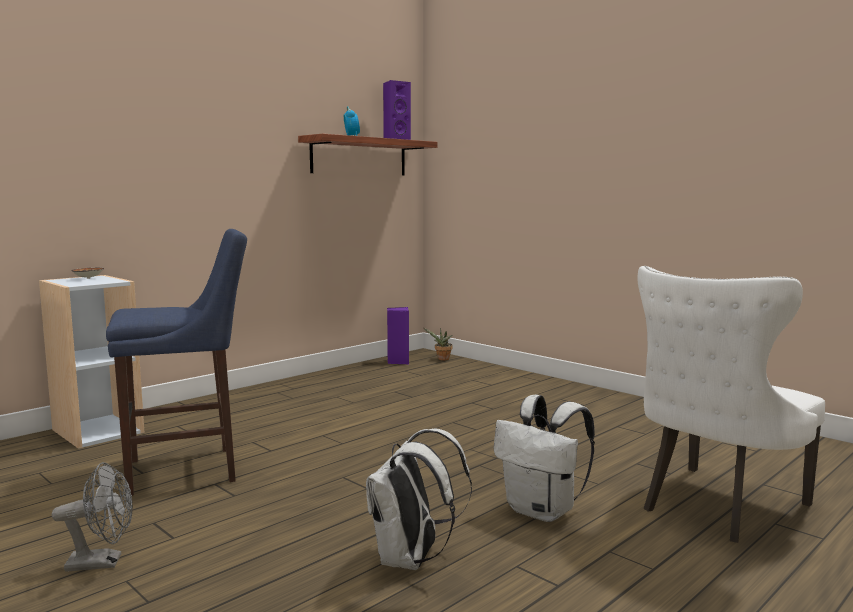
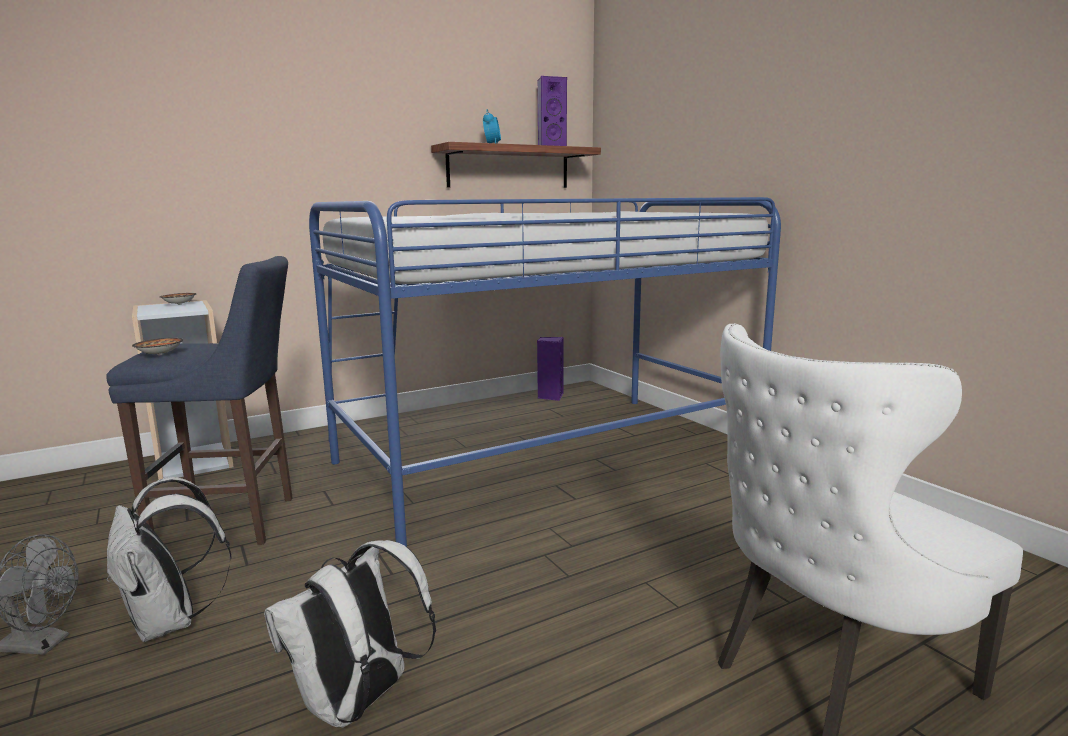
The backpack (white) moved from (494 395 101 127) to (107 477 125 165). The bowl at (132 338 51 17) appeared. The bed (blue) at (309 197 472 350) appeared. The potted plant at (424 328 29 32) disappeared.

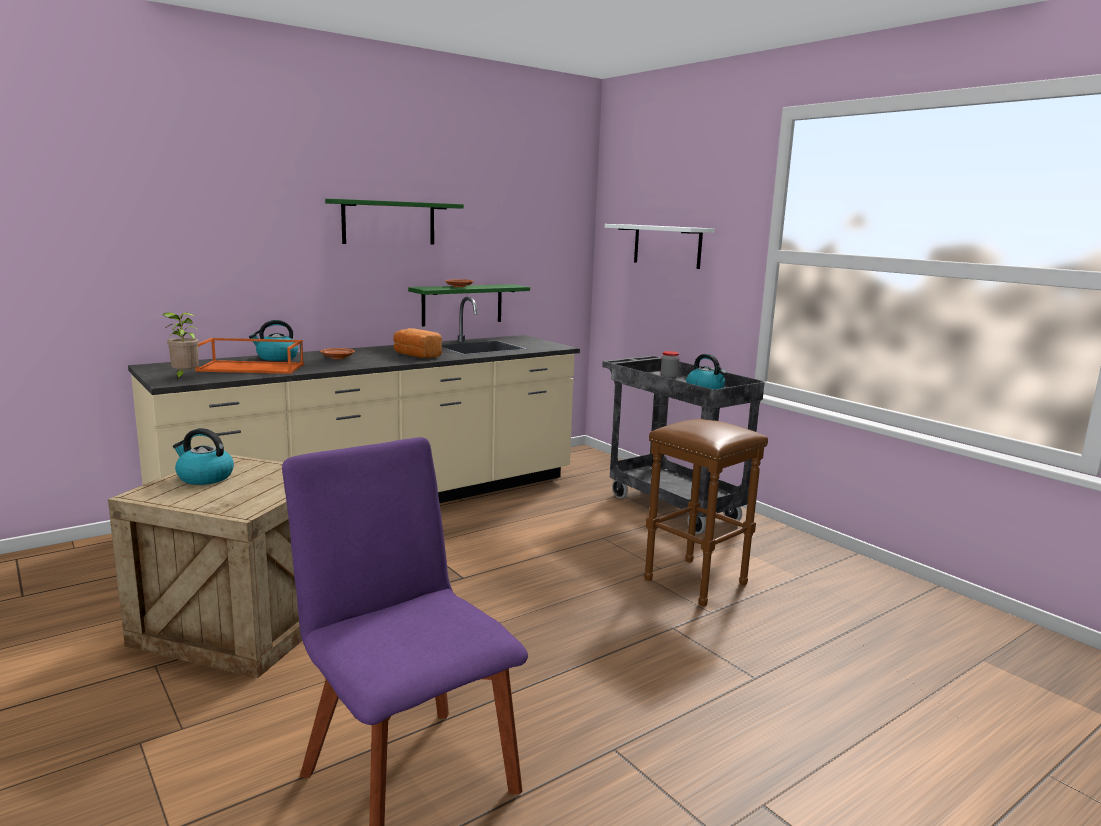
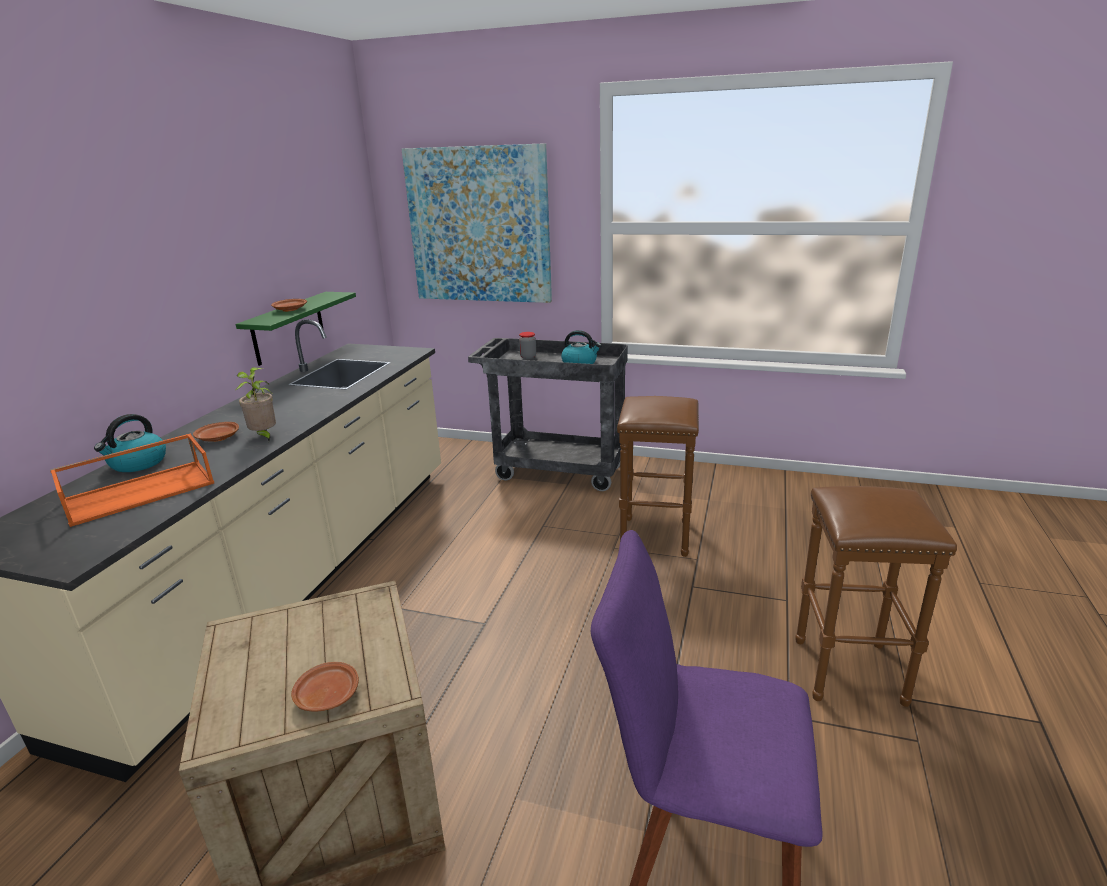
The potted plant moved from (163 312 36 68) to (236 367 40 74). The plate (brown) at (291 662 68 50) appeared. The shelf (white) at (605 224 109 45) was replaced by the picture at (402 143 150 160). The stool (brown) at (795 486 162 221) appeared. The kettle at (173 428 61 57) disappeared. The shelf (green) at (325 199 139 46) disappeared. The bread at (393 328 49 30) disappeared.

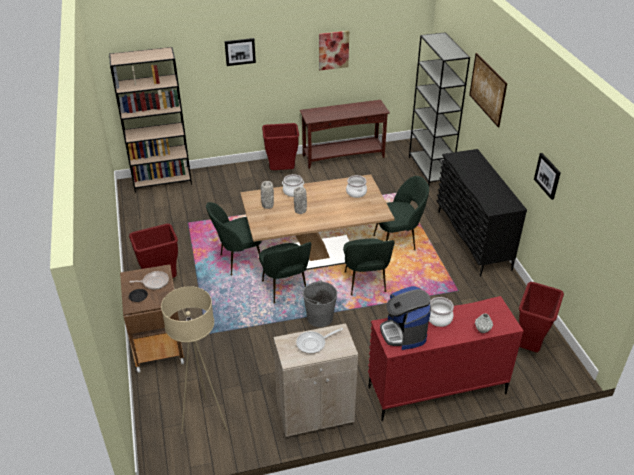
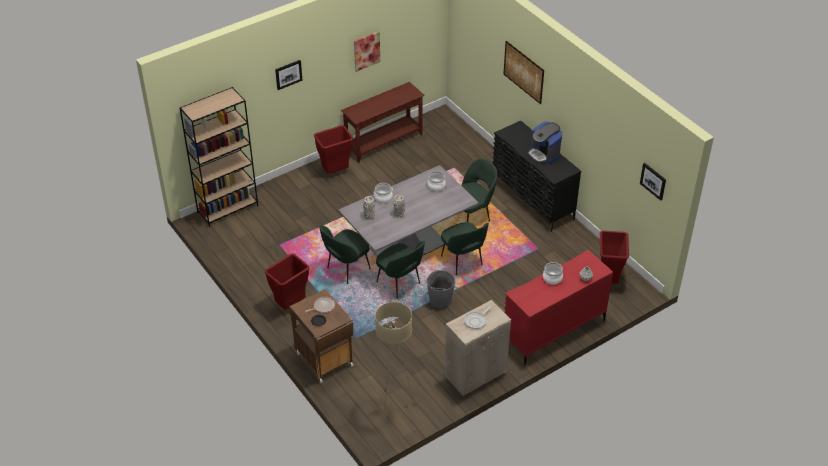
The dining table (brown) at (240 174 155 96) became the dining table (grey) at (338 165 141 91). The coffee machine moved from (380 286 51 64) to (528 122 34 42). The picture moved from (534 153 27 47) to (640 163 26 38). The bookcase (grey) at (409 32 61 153) disappeared.

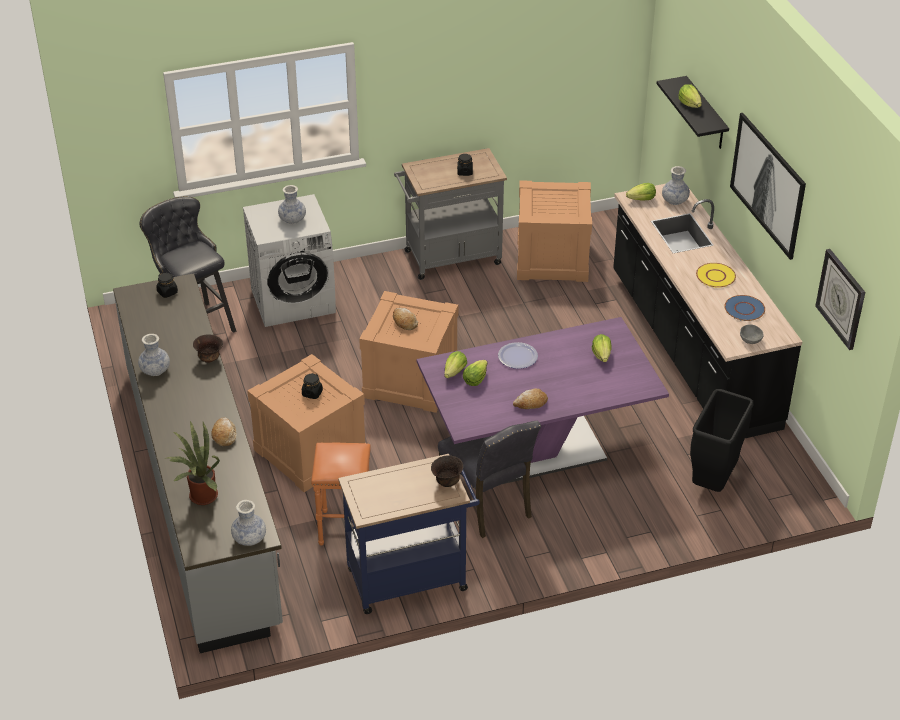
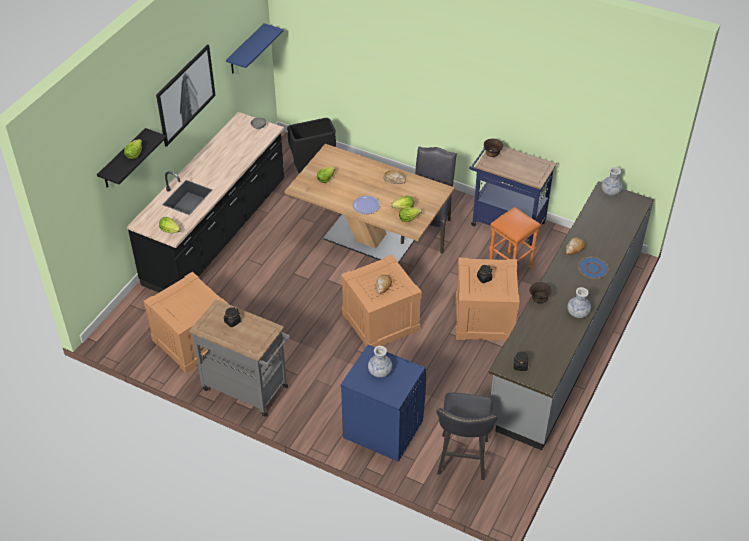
The wall clock at (815 249 50 101) was replaced by the shelf (blue) at (226 23 57 51). The dining table (purple) at (417 317 252 167) became the dining table (brown) at (284 144 171 119). The washing machine (white) at (243 194 93 133) became the washing machine (blue) at (341 345 85 117). The plate (blue) moved from (724 295 41 26) to (578 257 30 22). The potted plant at (167 421 53 84) disappeared. The vase at (662 166 28 39) disappeared. The plate (yellow) at (696 263 40 25) disappeared.

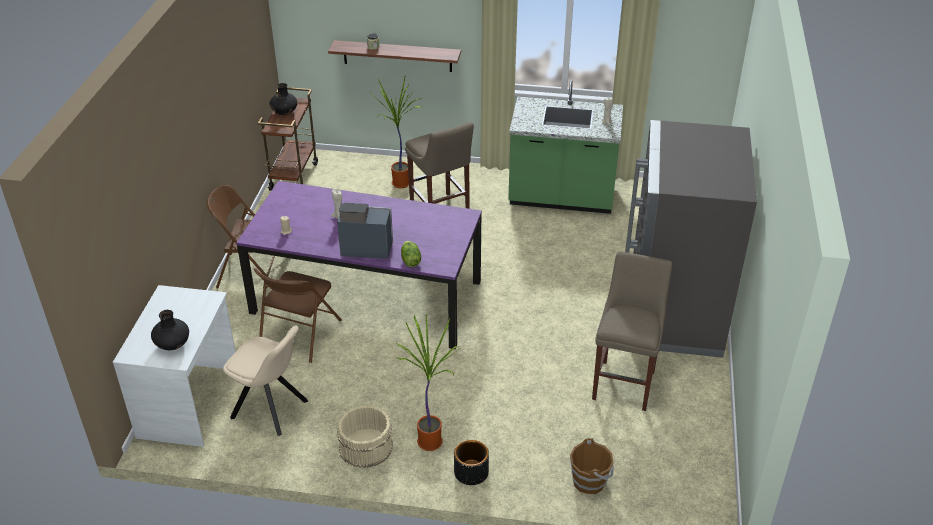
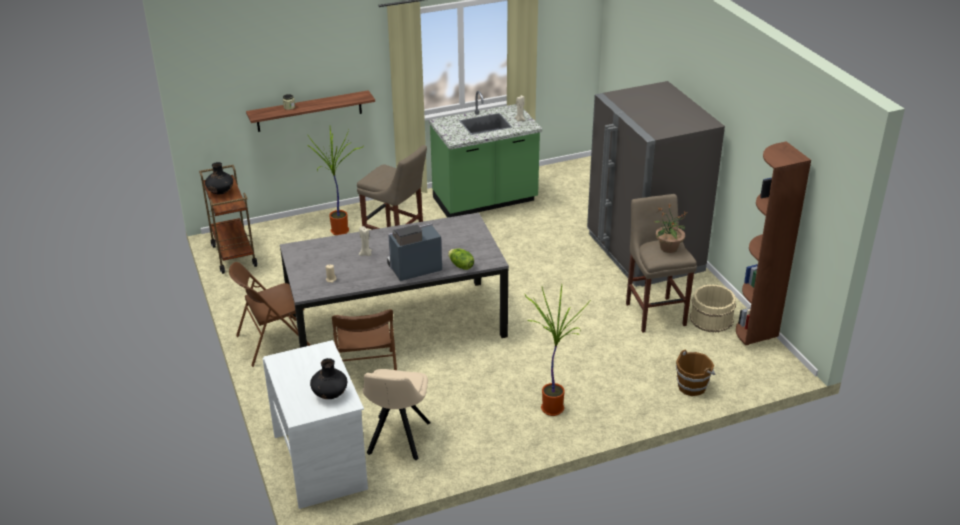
The dining table (purple) at (236 181 246 168) became the dining table (grey) at (280 213 229 135). The chair (beige) at (223 325 85 111) turned 105 degrees clockwise. The potted plant at (653 204 35 49) appeared. The bucket (beige) moved from (337 405 56 63) to (690 284 46 48). The bookcase (brown) at (736 141 75 204) appeared. The planter (black) at (454 440 35 45) disappeared.

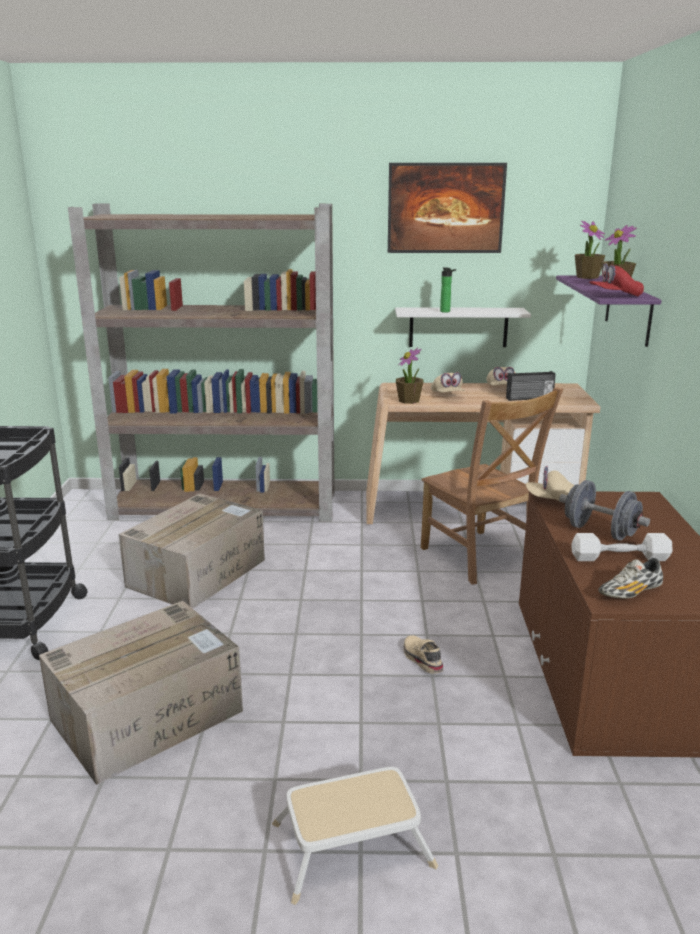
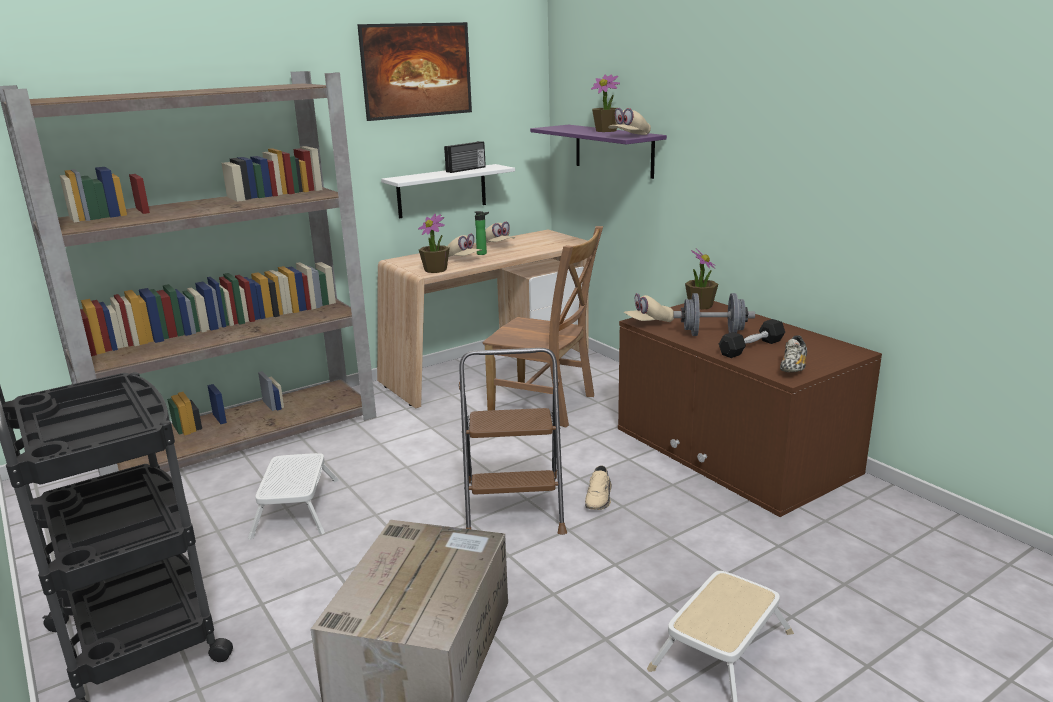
The cardboard box at (119 493 146 116) was replaced by the step ladder (white) at (248 453 91 87). The radio moved from (506 371 50 30) to (444 141 42 32). The step ladder (brown) at (459 348 108 187) appeared. The bottle moved from (440 267 16 46) to (475 211 14 44). The shoe (beige) at (403 635 40 38) turned 105 degrees counterclockwise. The cap (red) at (589 263 55 33) became the cap (beige) at (608 108 43 27). The potted plant moved from (575 221 30 58) to (685 248 33 62). The dumbbell (white) at (571 533 102 28) became the dumbbell (black) at (719 319 66 39).

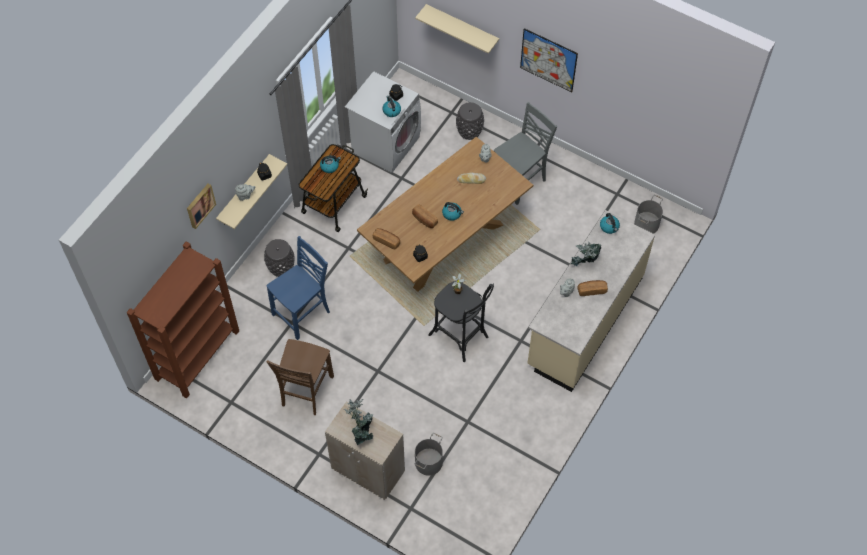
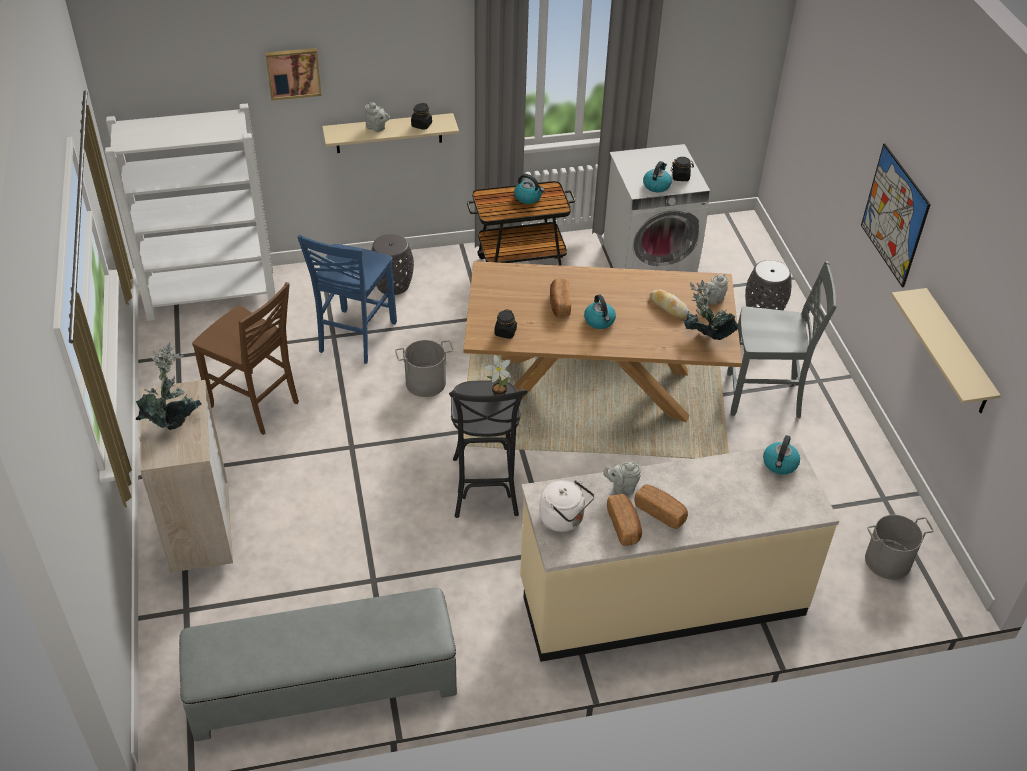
The bookcase (brown) at (127 241 112 157) became the bookcase (white) at (105 104 171 217). The bench (grey) at (179 588 278 153) appeared. The chair (brown) at (267 339 67 76) turned 120 degrees counterclockwise. The chair (blue) at (266 236 64 104) turned 105 degrees clockwise. The bucket (grey) moved from (415 433 28 43) to (395 340 59 57). The kettle (white) at (539 480 56 52) appeared. The bread moved from (373 228 27 22) to (607 494 35 52). The potted plant moved from (570 241 31 26) to (681 280 57 60). The shelf (beige) moved from (415 4 84 50) to (891 288 110 125).

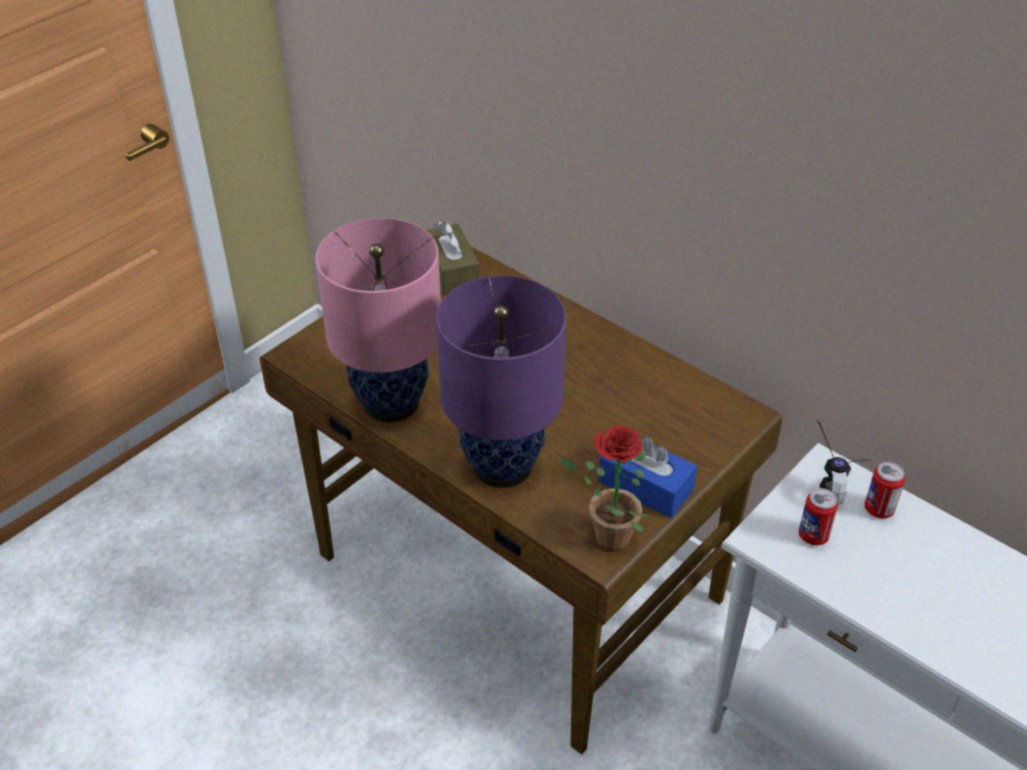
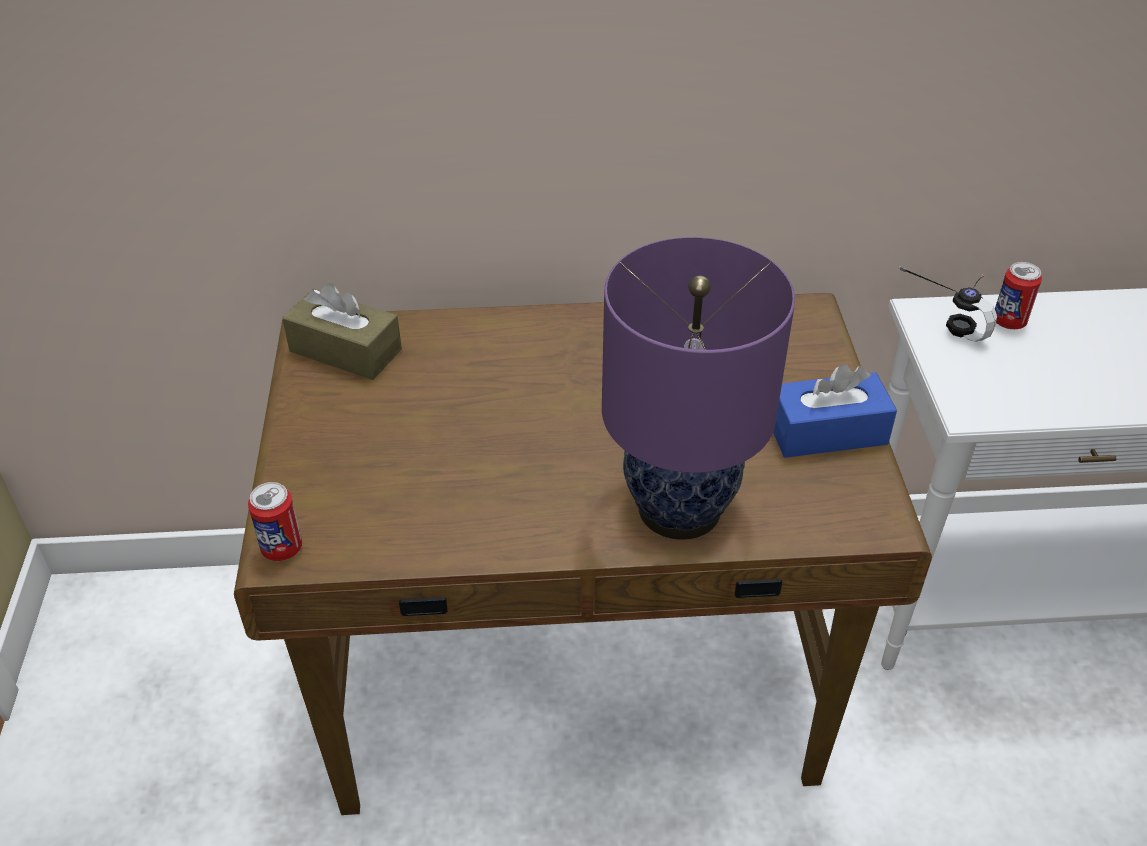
The can moved from (799 488 39 57) to (248 482 54 79). The table lamp (pink) at (315 218 126 204) disappeared. The potted plant at (558 425 89 127) disappeared.

